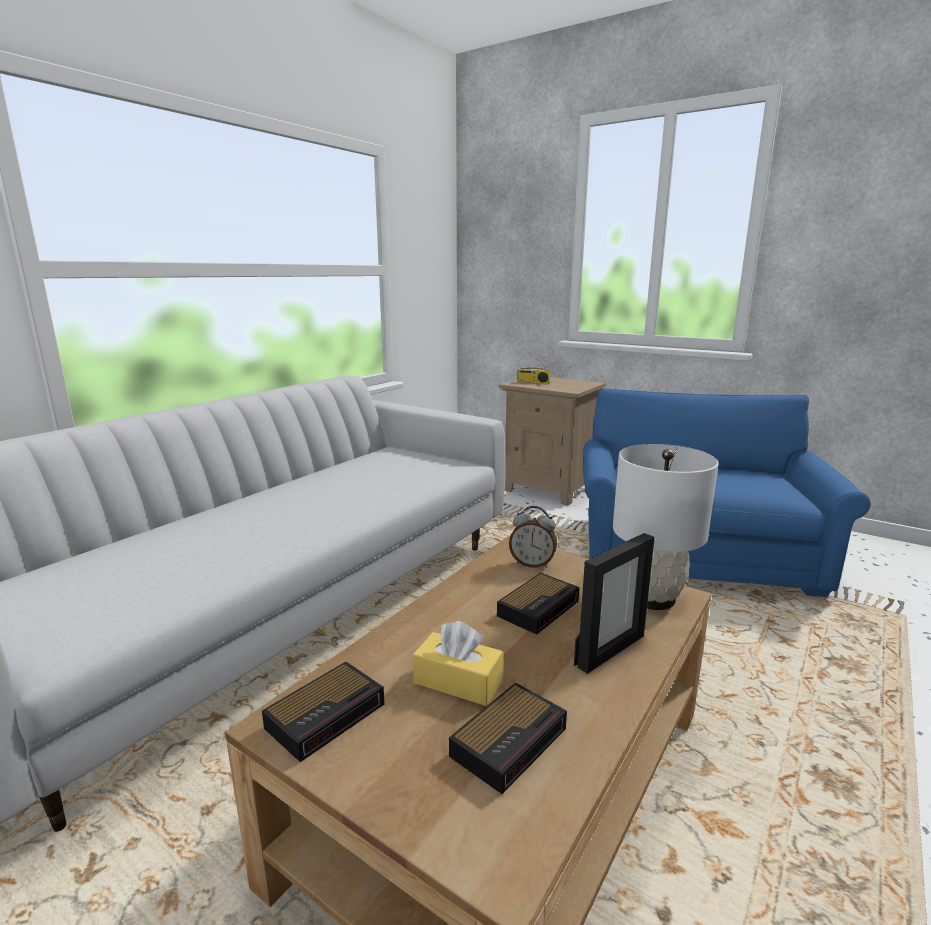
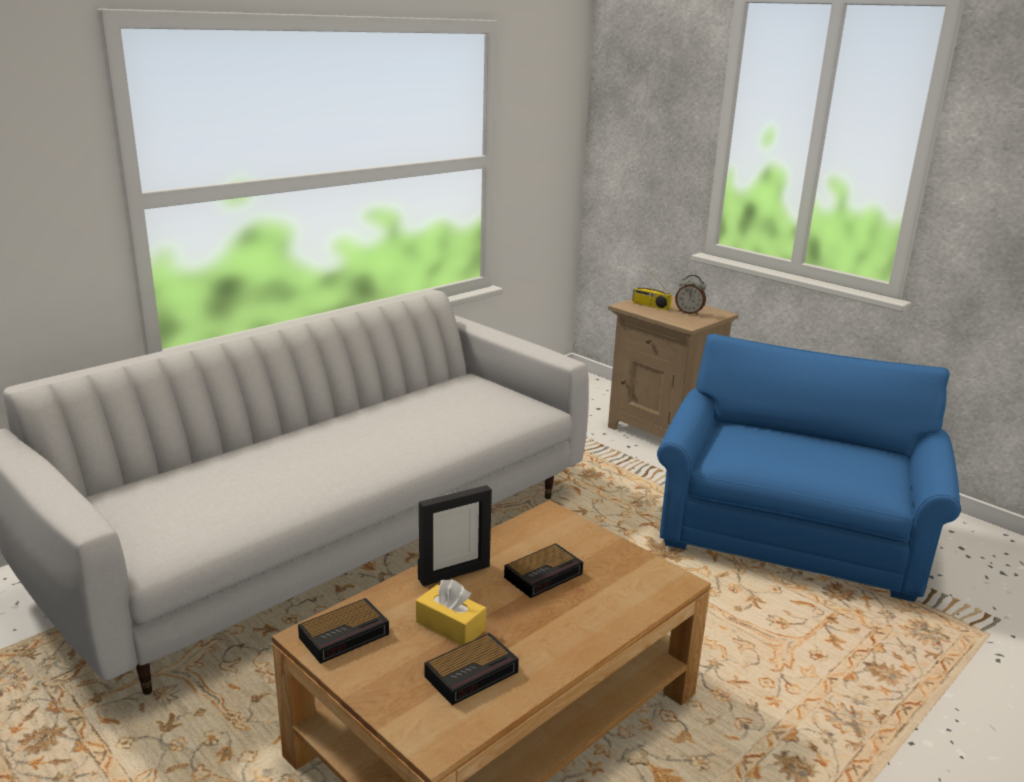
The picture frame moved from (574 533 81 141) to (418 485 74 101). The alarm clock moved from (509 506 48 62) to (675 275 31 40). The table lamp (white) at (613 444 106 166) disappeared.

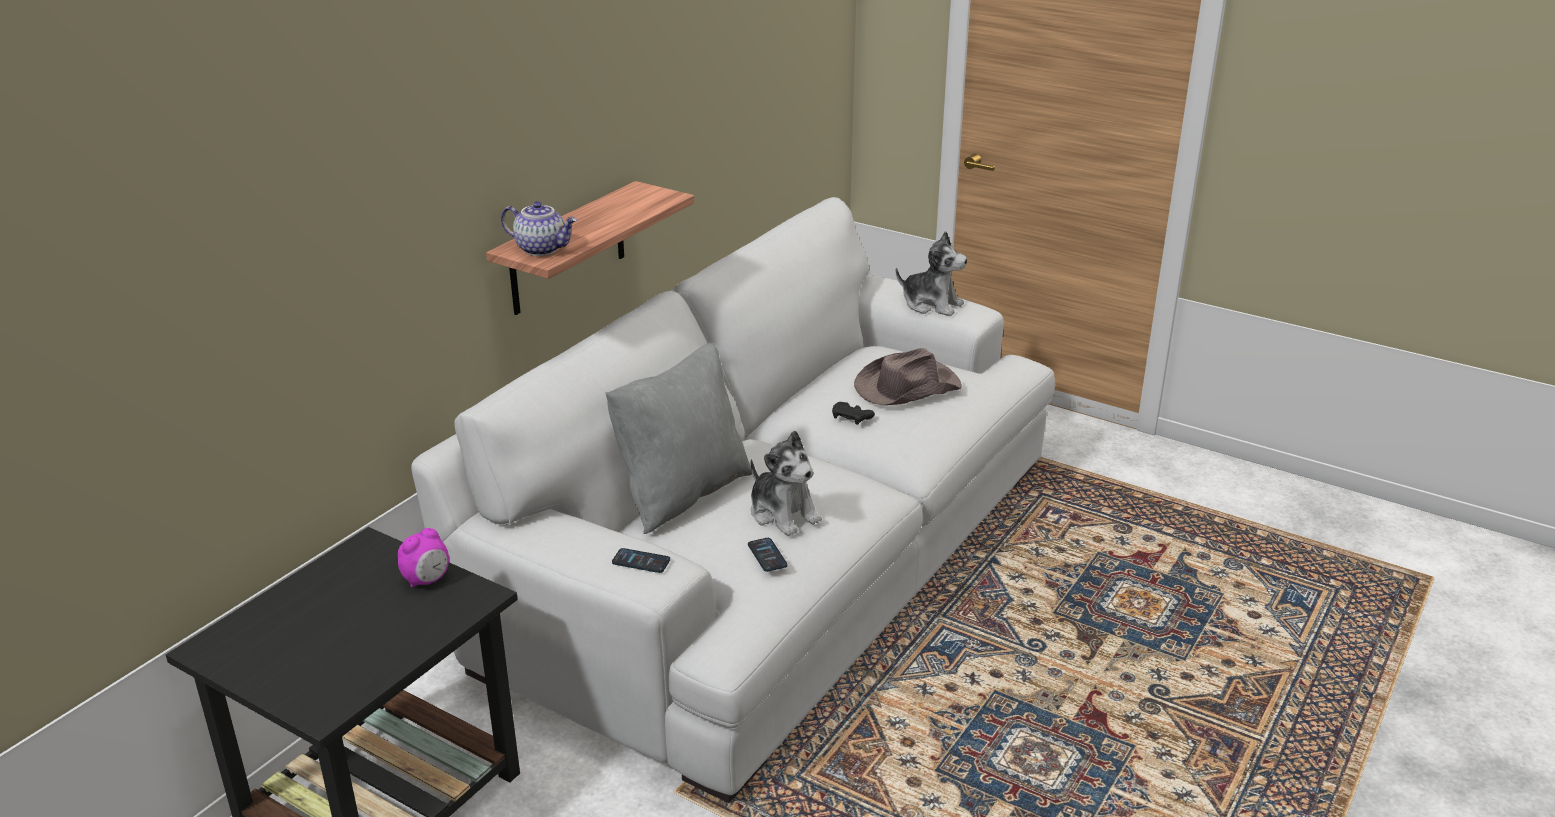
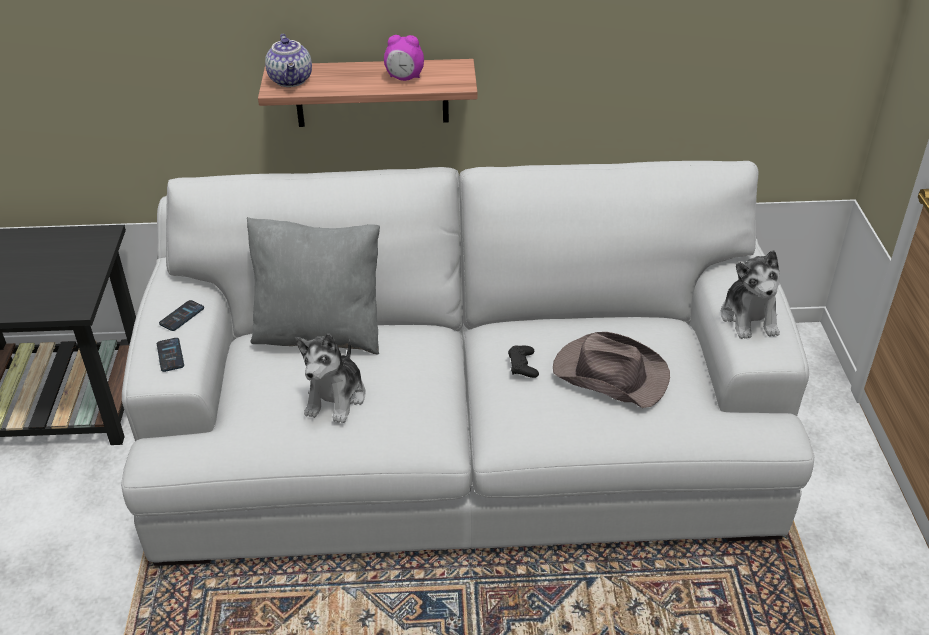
The phone moved from (748 538 40 34) to (159 300 45 31). The alarm clock moved from (398 528 51 60) to (384 35 40 46).

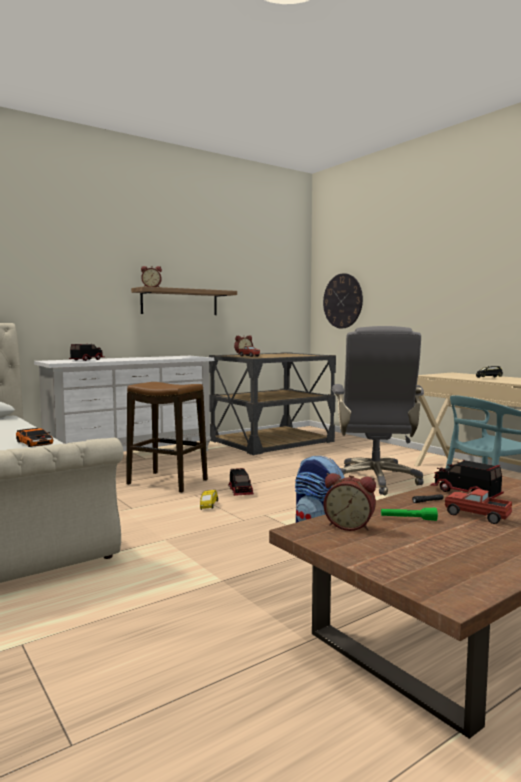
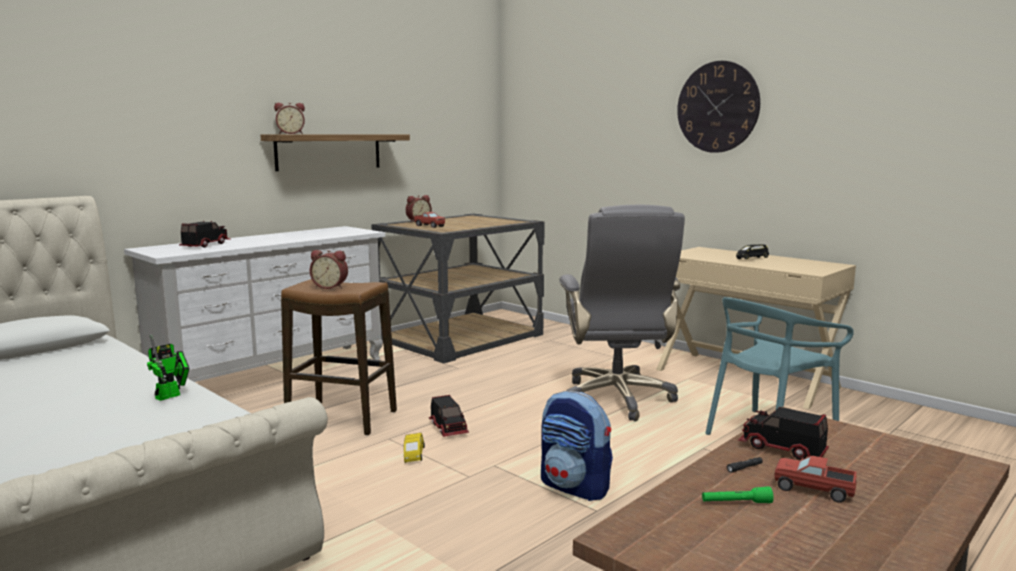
The toy car at (16 428 37 19) was replaced by the toy robot at (147 334 43 67). The alarm clock moved from (324 473 52 58) to (310 250 38 39). The wall clock moved from (323 273 40 55) to (677 61 83 92).

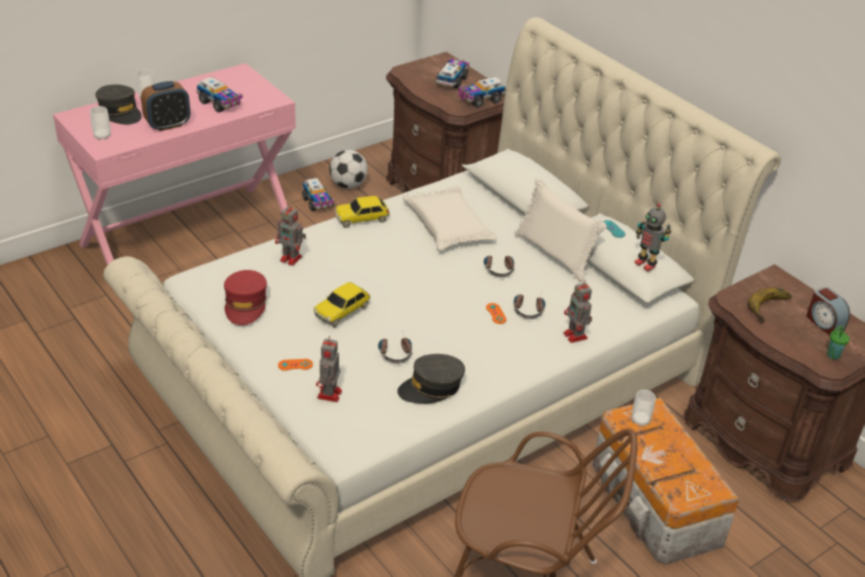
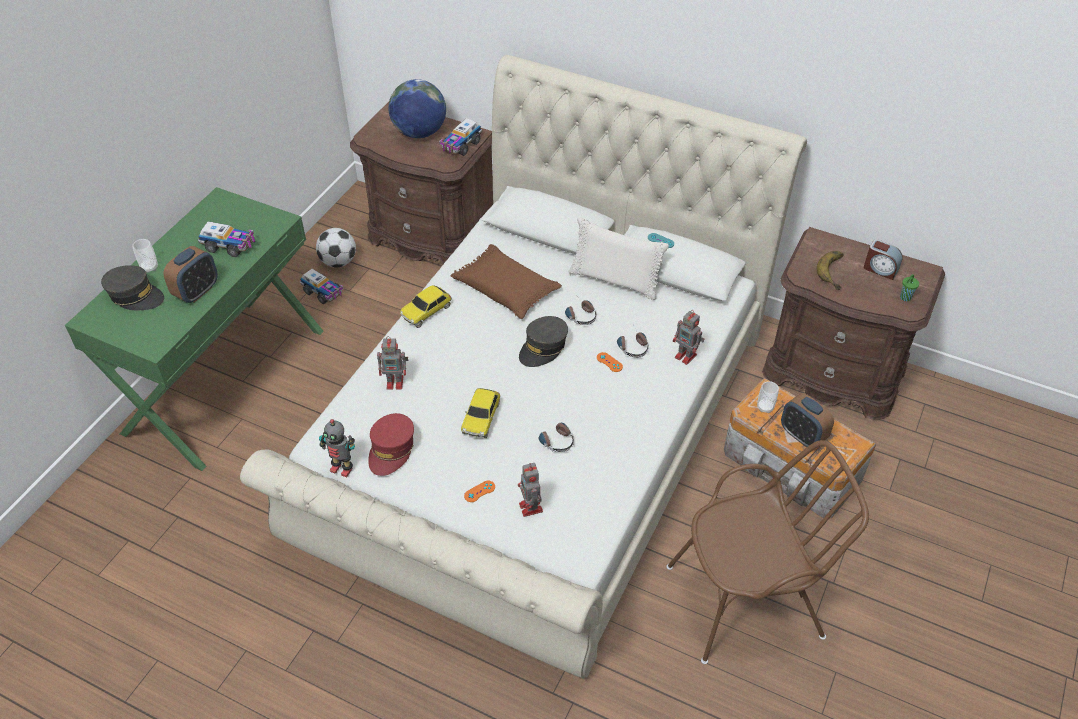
The desk (pink) at (53 63 243 202) became the desk (green) at (65 187 258 284). The toy robot moved from (634 203 37 68) to (319 419 36 58). The cap (red) at (224 270 43 55) turned 45 degrees clockwise. The toy truck at (436 58 33 31) was replaced by the globe at (388 79 58 59). The pillow (white) at (402 186 95 65) became the pillow (brown) at (450 244 112 75). The cap (grey) moved from (397 354 68 50) to (519 316 49 51). The alarm clock at (781 393 53 55) appeared. The cup at (90 106 21 34) disappeared.

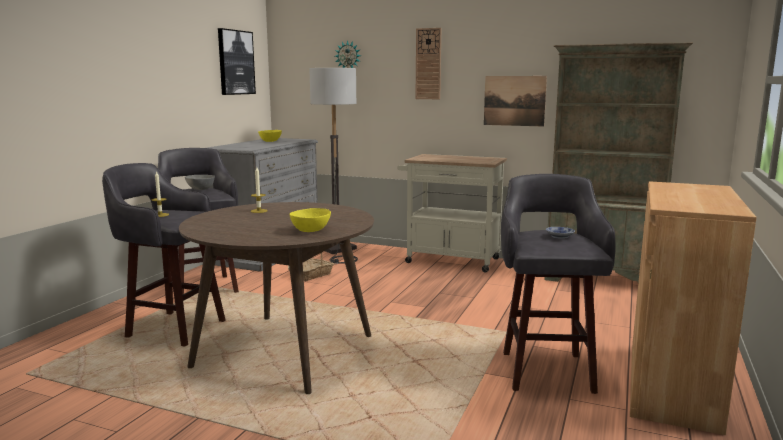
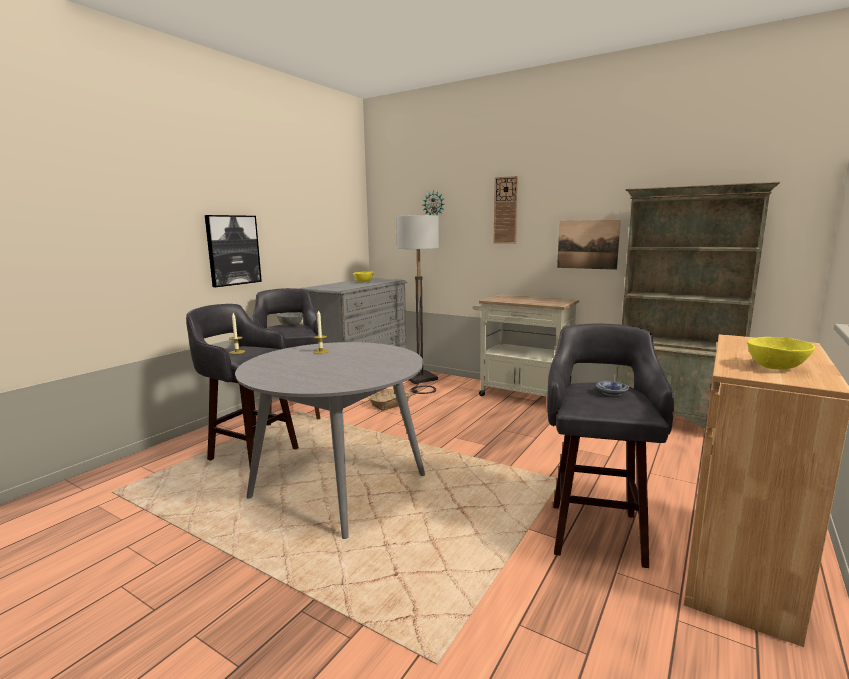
The picture moved from (218 28 38 67) to (205 215 57 72). The dining table (brown) at (179 202 195 192) became the dining table (grey) at (235 342 190 197). The bowl (yellow) moved from (289 208 42 24) to (747 337 68 33).

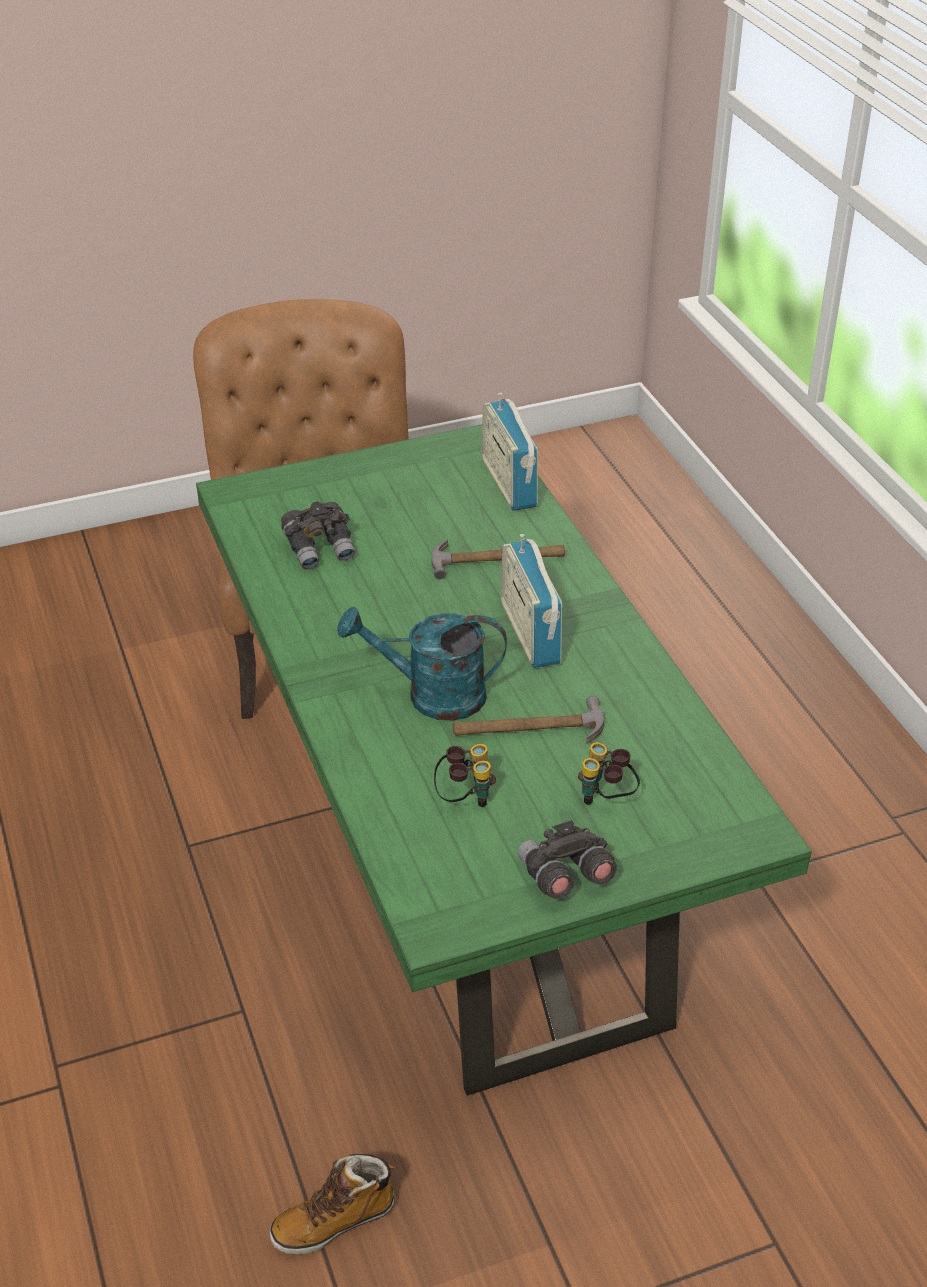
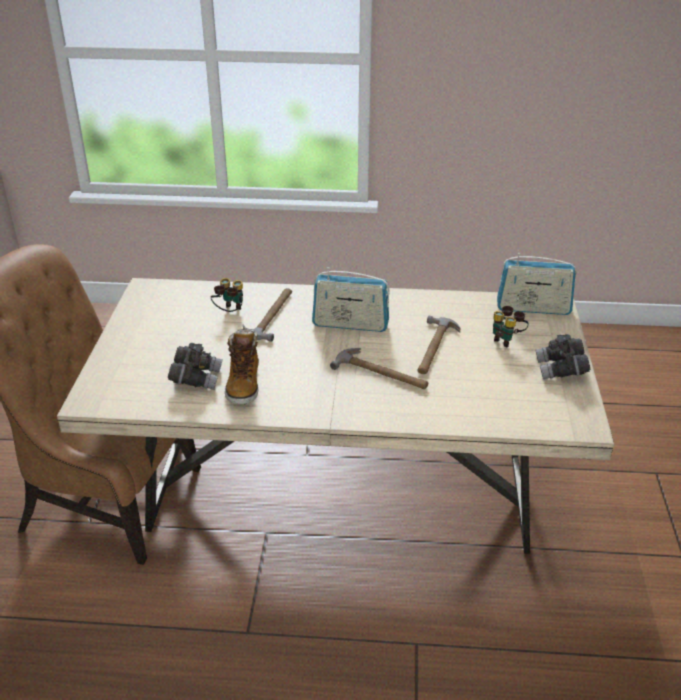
The dining table (green) at (196 424 616 672) became the dining table (beige) at (57 278 557 276). The binoculars moved from (434 744 62 63) to (211 278 32 34). The boot moved from (270 1154 125 100) to (225 329 34 75). The watering can (turquoise) at (338 607 169 114) was replaced by the hammer at (330 348 98 41). The radio moved from (481 392 57 119) to (497 253 80 62).

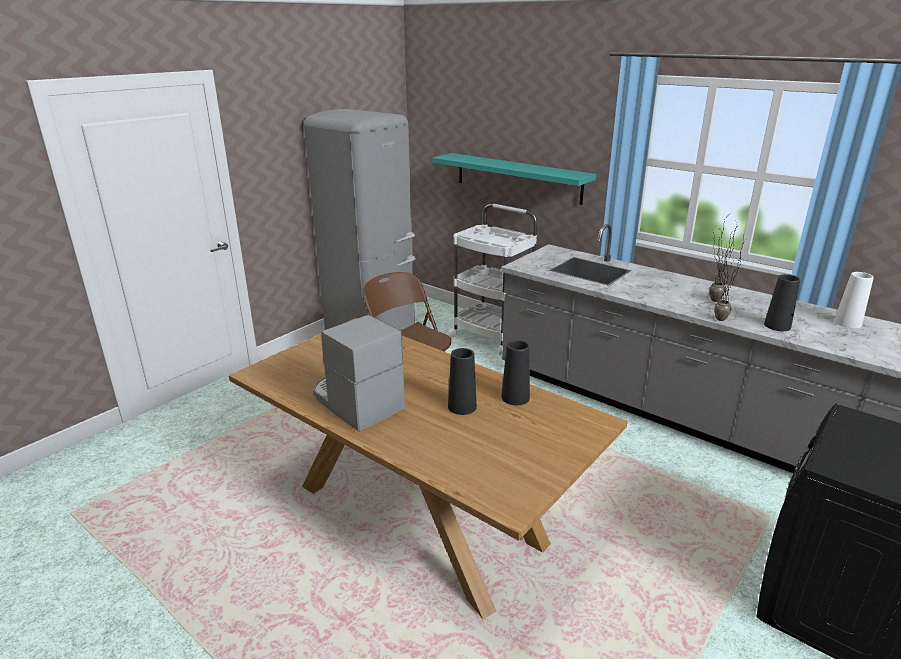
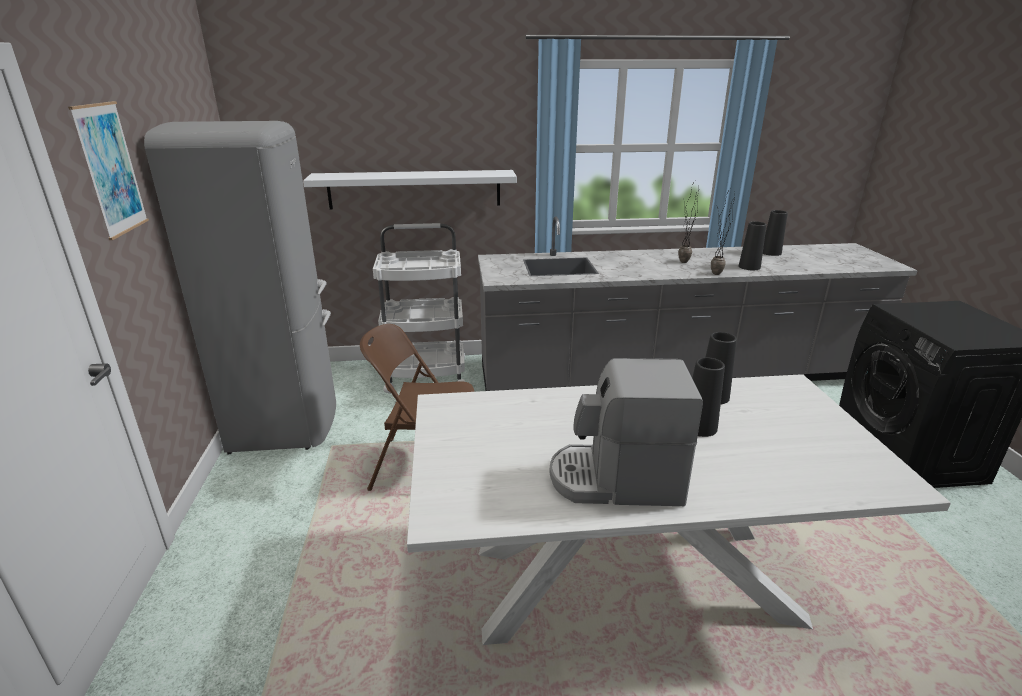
The picture at (68 101 81 139) appeared. The shelf (turquoise) at (432 153 164 52) became the shelf (white) at (303 170 214 39). The dining table (brown) at (229 318 398 301) became the dining table (white) at (407 374 544 271). The vase (white) at (834 272 40 56) became the vase (black) at (763 210 25 46).

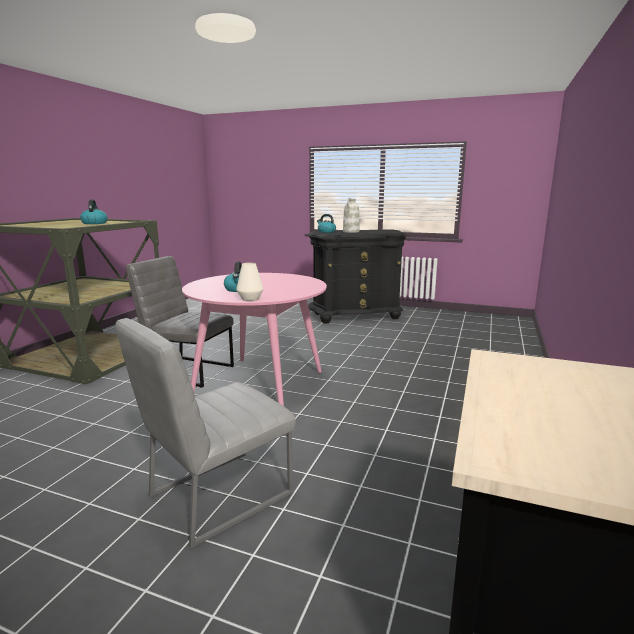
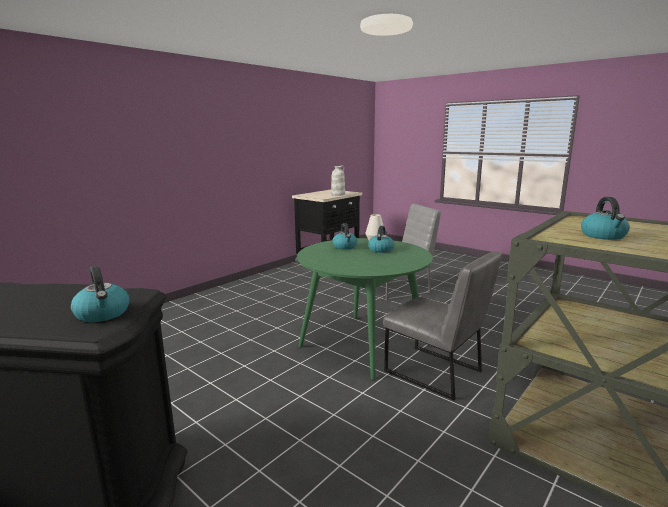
The dining table (pink) at (182 273 145 133) became the dining table (green) at (297 238 136 142). The vase (white) moved from (343 197 16 36) to (331 165 14 31). The kettle at (332 223 26 26) appeared.

